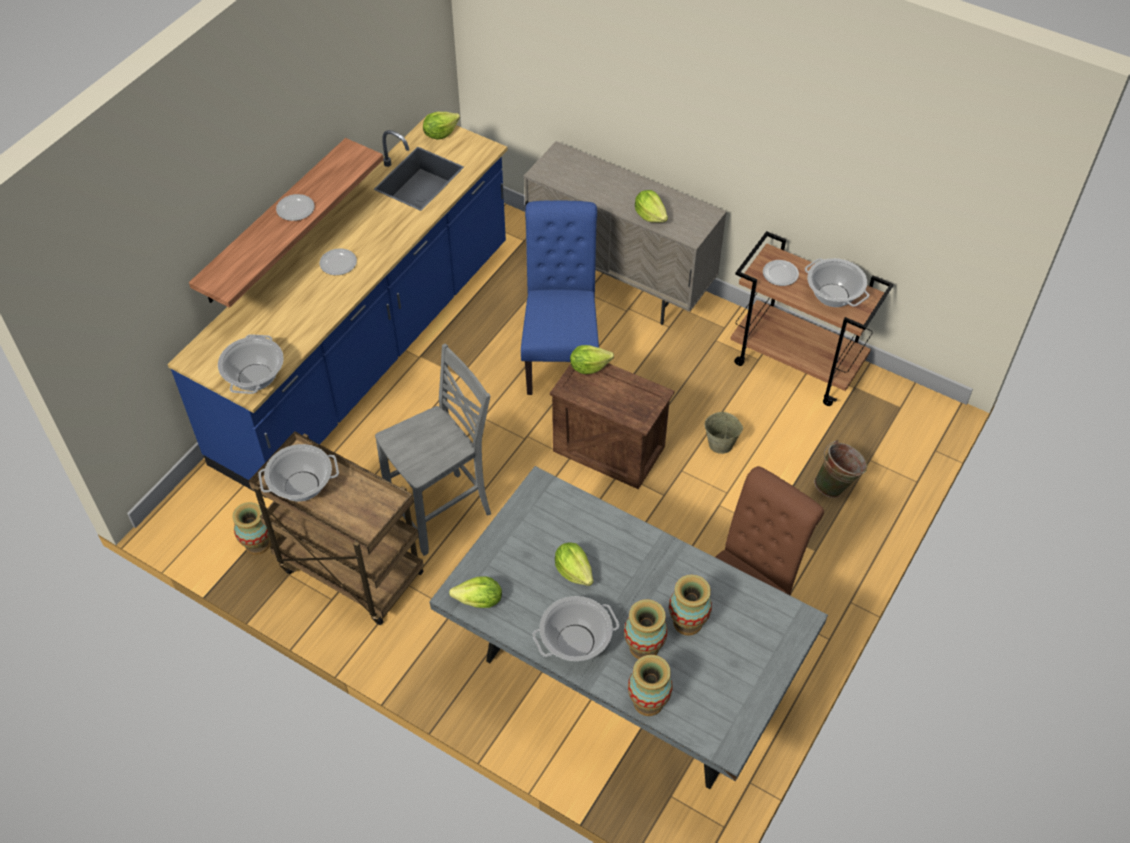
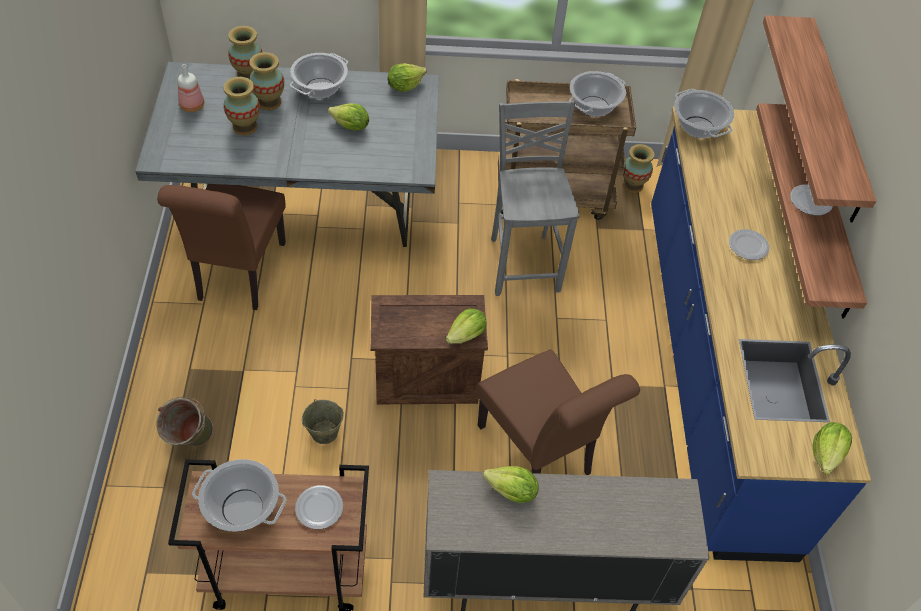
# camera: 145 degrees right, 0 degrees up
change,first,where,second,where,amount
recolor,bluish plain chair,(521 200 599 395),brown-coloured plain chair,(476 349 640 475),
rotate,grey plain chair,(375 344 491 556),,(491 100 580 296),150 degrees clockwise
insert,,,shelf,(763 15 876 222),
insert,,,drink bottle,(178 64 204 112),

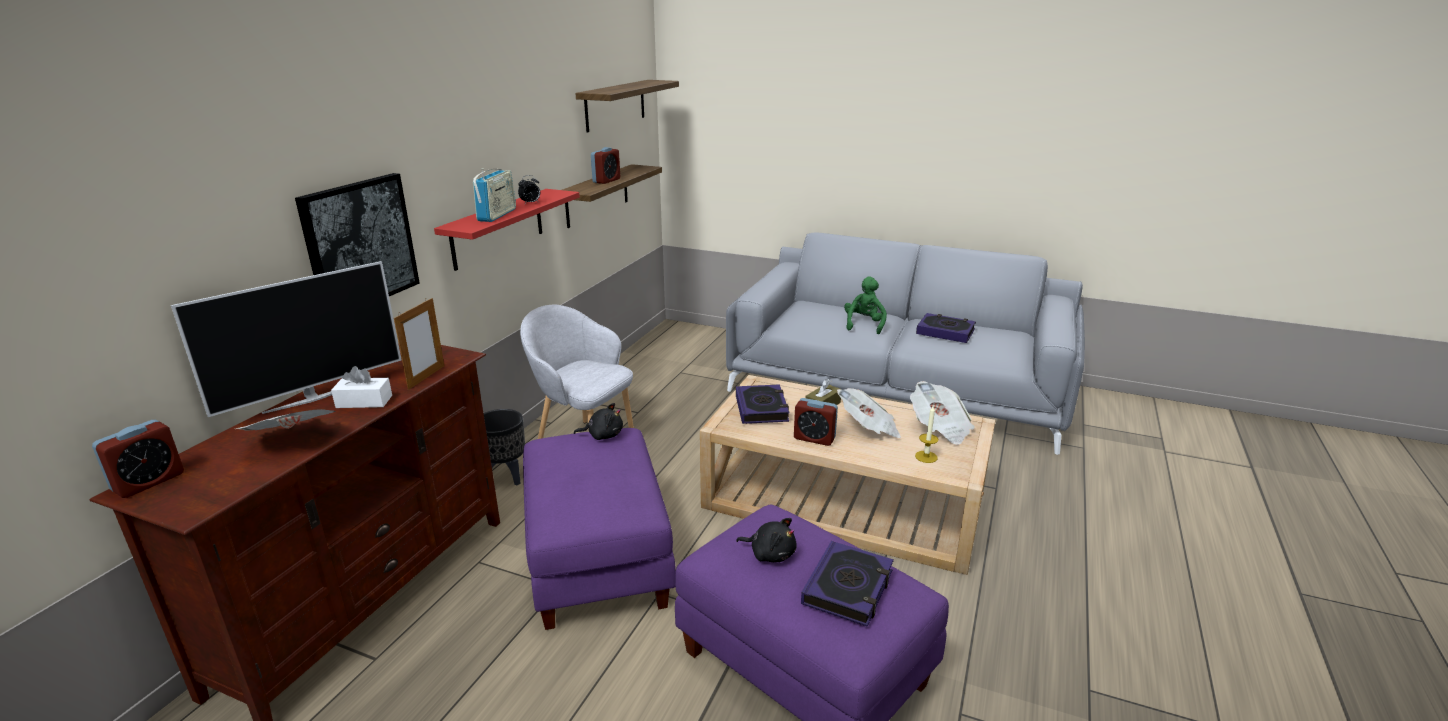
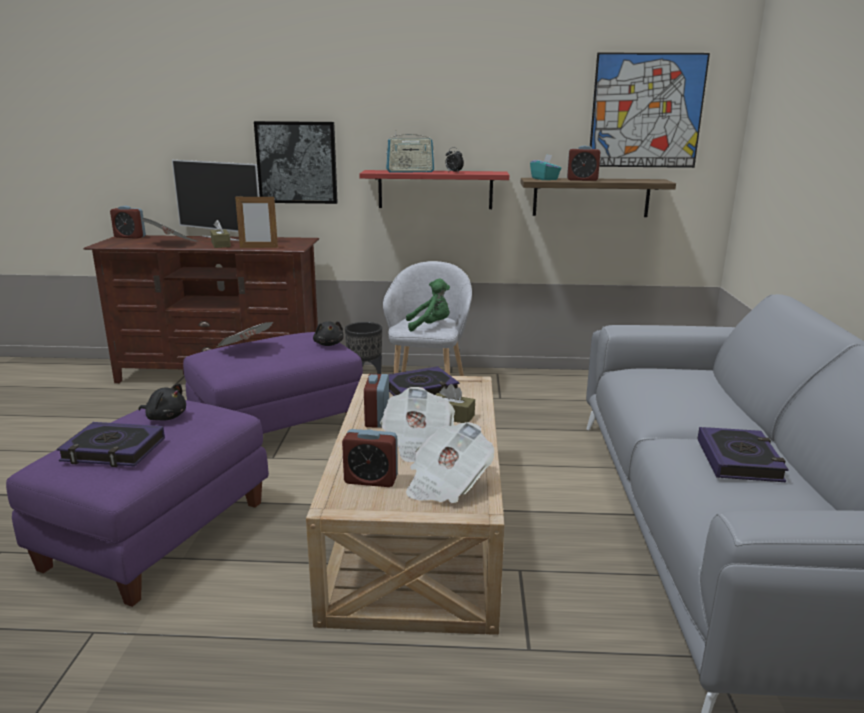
# camera: 70 degrees right, 5 degrees down
change,first,where,second,where,amount
replace,shelf,(575 80 679 133),wall picture,(590 53 710 168),
move,greenish cuddly toy,(844 276 887 334),,(406 279 450 332),
recolor,white tissue holder,(331 366 392 408),brown-coloured tissue holder,(210 220 231 248),
replace,wax light,(915 406 938 463),alarm clock,(342 429 398 487),
rotate,black-coloured cuddly toy,(736 518 797 562),,(139 384 186 421),75 degrees counterclockwise
insert,,,blue-green tissue holder,(530 154 561 180),
insert,,,daily paper,(217 322 274 347),

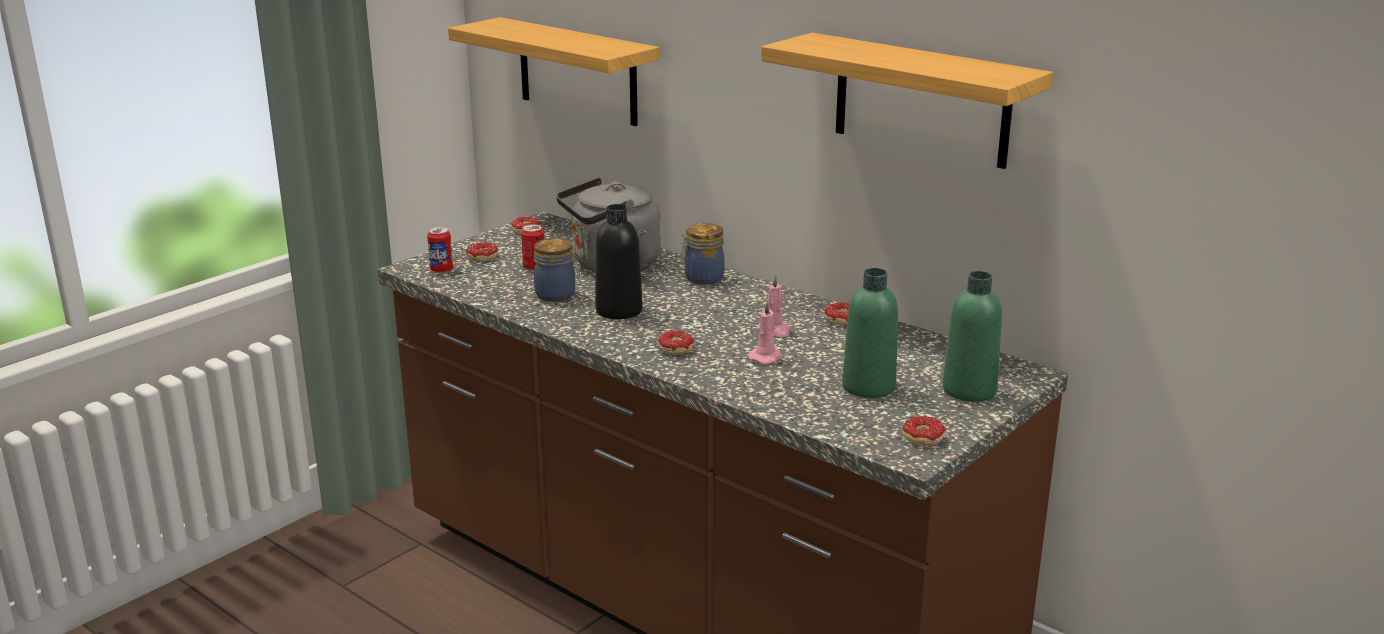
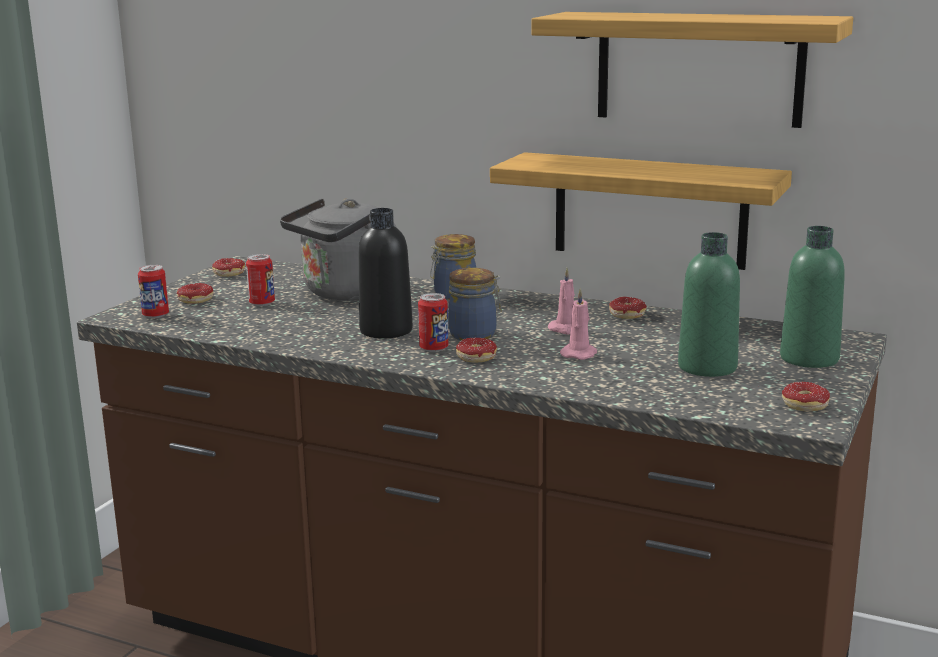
# camera: 15 degrees left, 5 degrees down
change,first,where,second,where,amount
move,shelf,(448 17 660 126),,(490 152 792 270),
move,preserve jar,(534 238 580 302),,(448 268 502 340),
insert,,,metal can,(418 293 448 352),

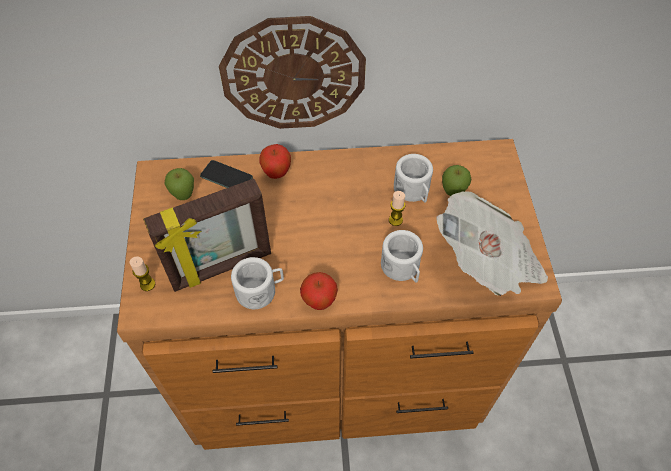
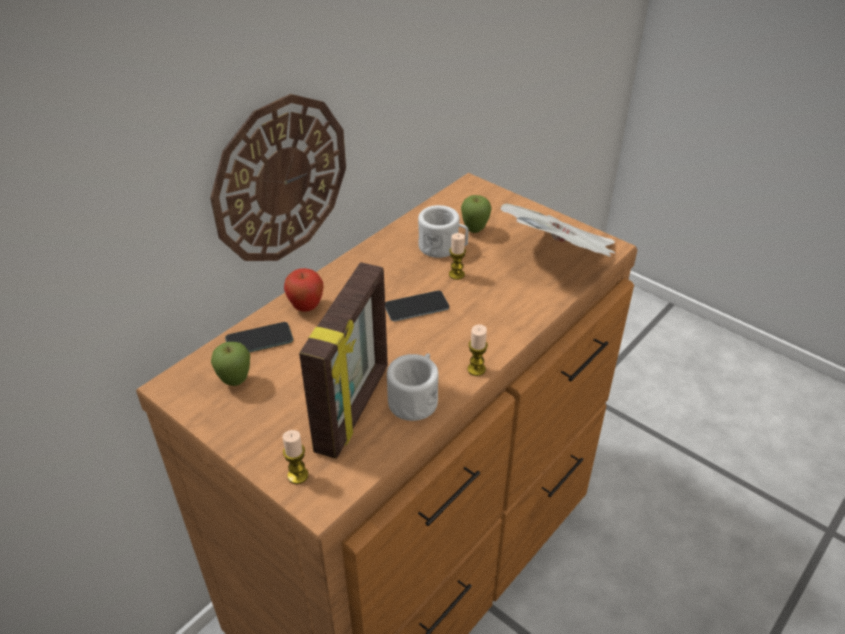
# camera: 45 degrees left, 15 degrees down
change,first,where,second,where,amount
delete,white mug,(381 230 423 282),,,
replace,whole apple,(300 272 338 310),wax light,(468 324 488 376),
insert,,,phone,(385 291 449 322),

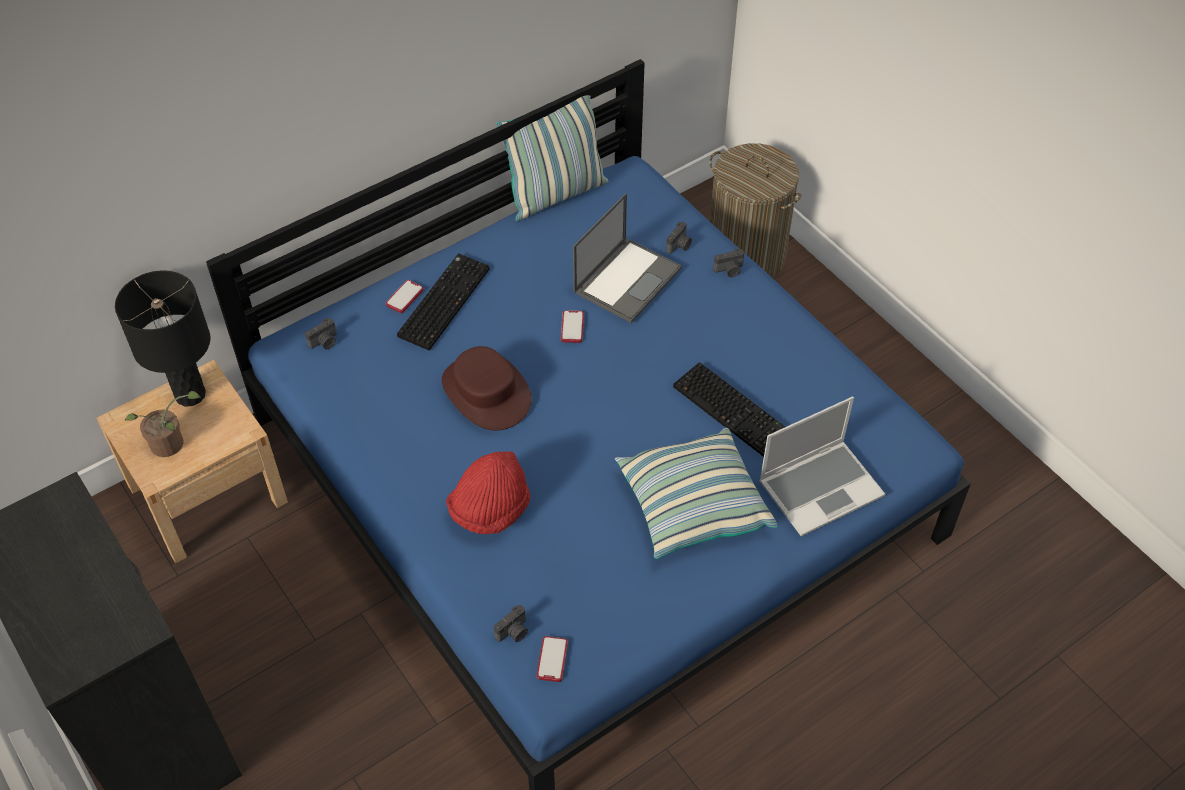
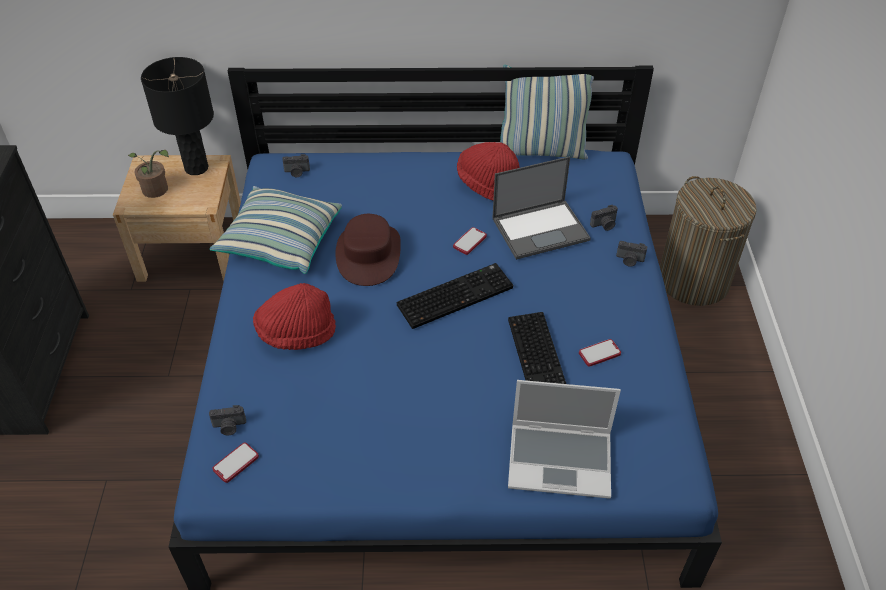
# camera: 35 degrees right, 5 degrees down
change,first,where,second,where,amount
move,computer keyboard,(397 253 490 350),,(397 263 513 329),
move,phone,(386 280 424 313),,(579 339 621 367),
move,throw pillow,(615 428 778 559),,(210 186 342 274),
insert,,,reddish hat,(457 142 520 200),

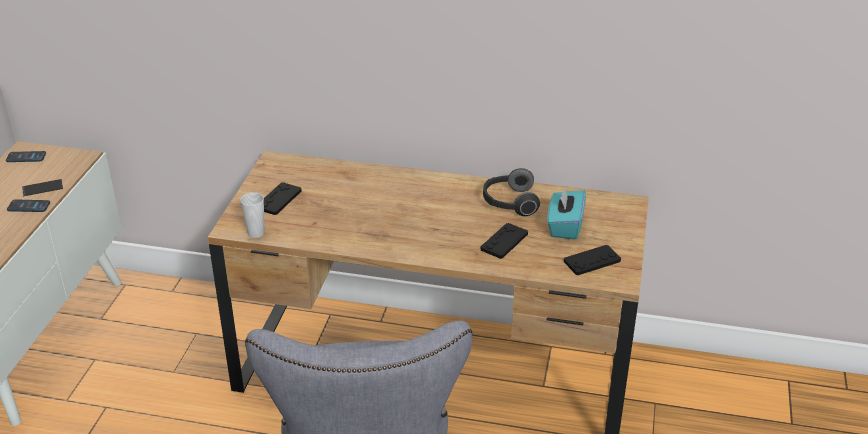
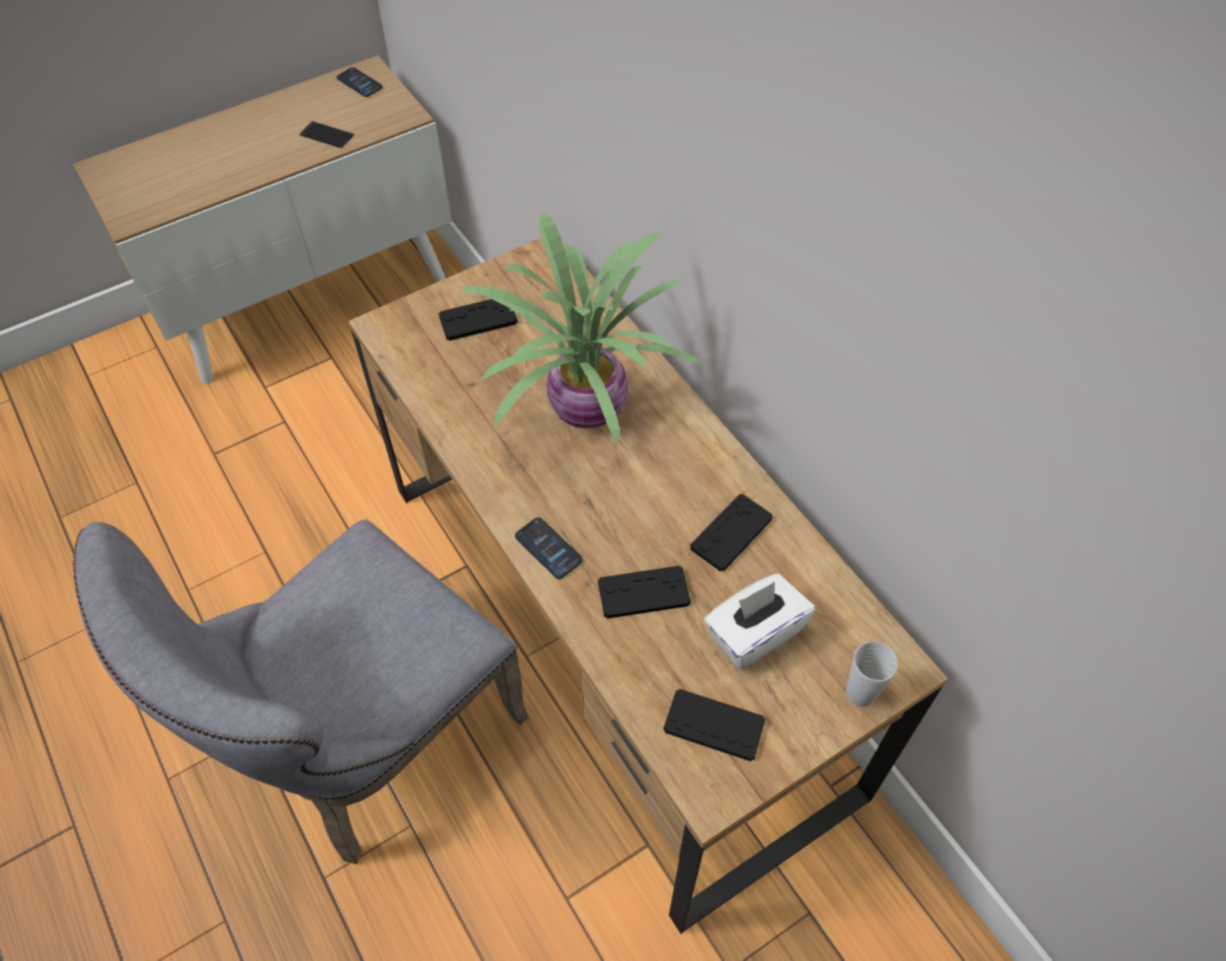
# camera: 45 degrees right, 20 degrees up
change,first,where,second,where,amount
replace,pair of headphones,(483 168 540 216),black-coloured joypad,(690 494 773 572),
recolor,blue-green tissue holder,(547 185 586 240),white tissue holder,(704 573 815 670),
move,cup,(240 192 264 238),,(846 641 899 707),
move,phone,(7 199 50 212),,(515 517 582 579),
insert,,,potted plant,(461 212 705 443),

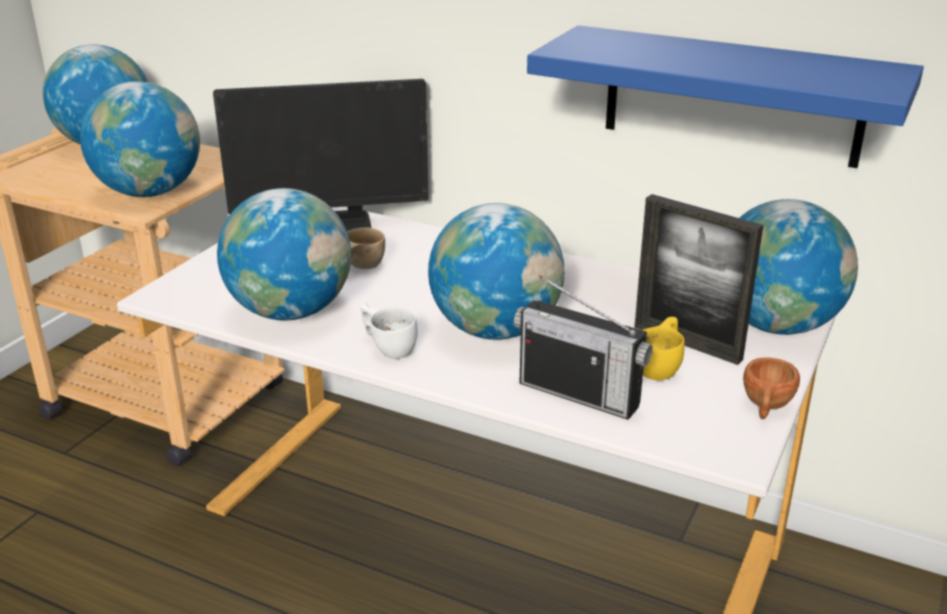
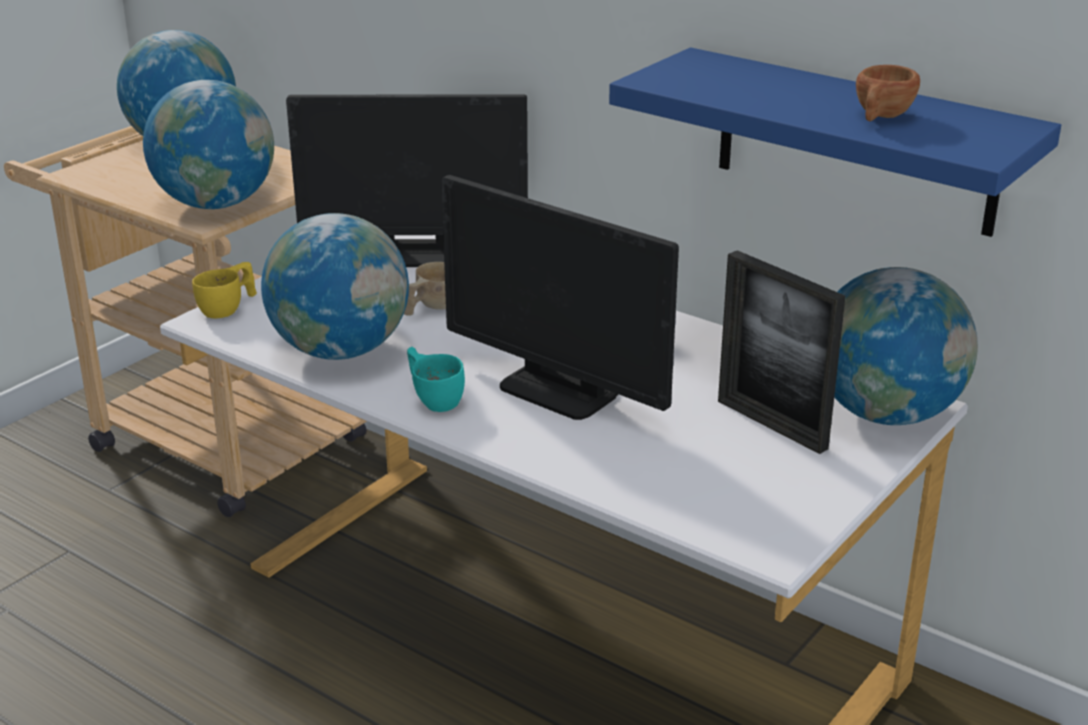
# camera: 10 degrees right, 0 degrees up
change,first,where,second,where,amount
replace,world globe,(428 203 565 340),computer screen,(441 175 679 420),
delete,radio,(514 275 653 420),,,
recolor,white cup,(361 303 418 359),blue-green cup,(407 347 465 412),
move,yellowish cup,(643 317 685 380),,(192 262 257 318),
move,brown-coloured cup,(743 358 800 419),,(856 65 920 122),

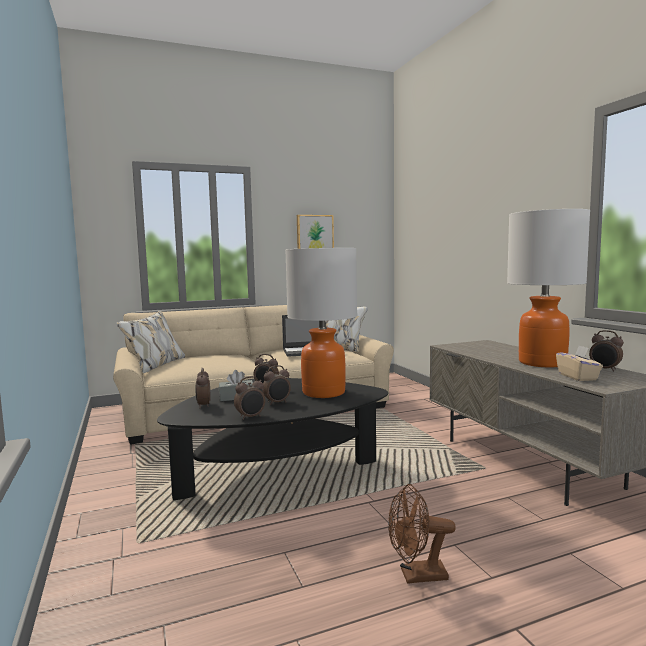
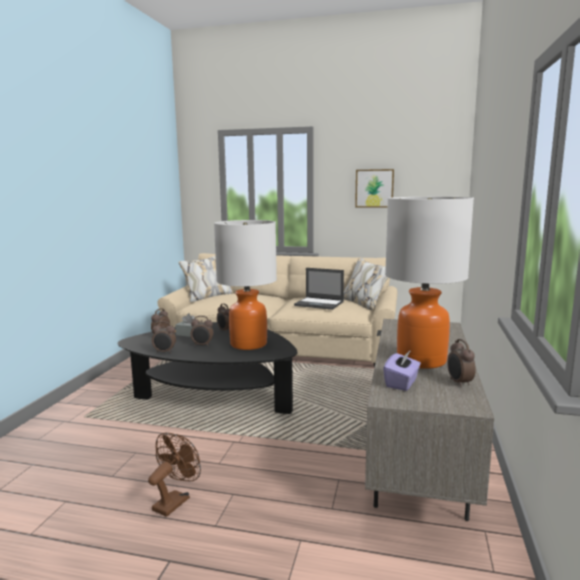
# camera: 35 degrees right, 5 degrees up
change,first,where,second,where,amount
recolor,sand-coloured tissue holder,(556 345 603 381),purple tissue holder,(383 350 421 391),
rotate,brown-coloured cooling fan,(388 484 456 584),,(148 433 201 517),90 degrees clockwise

